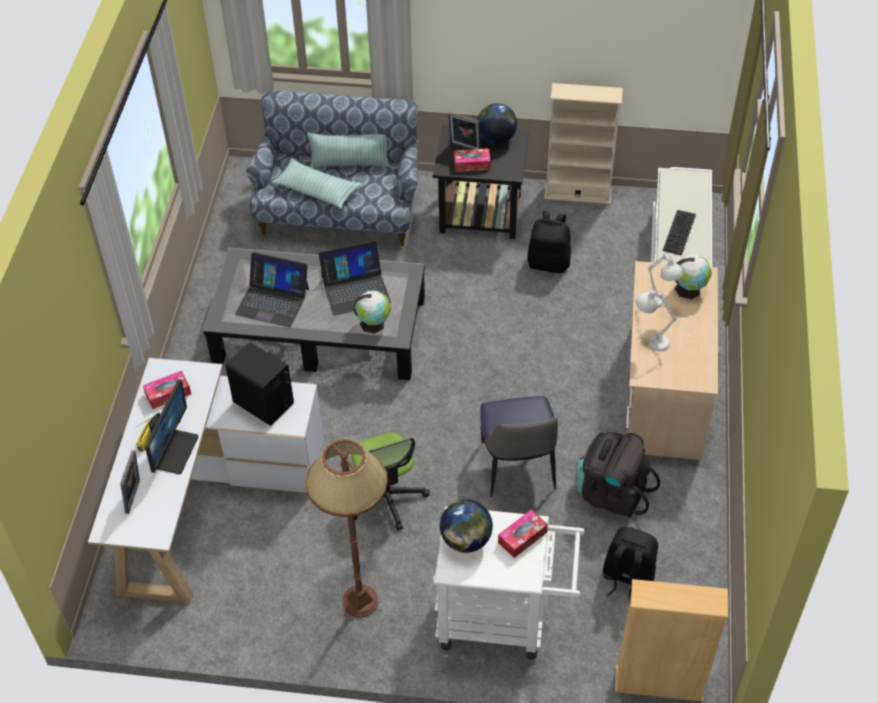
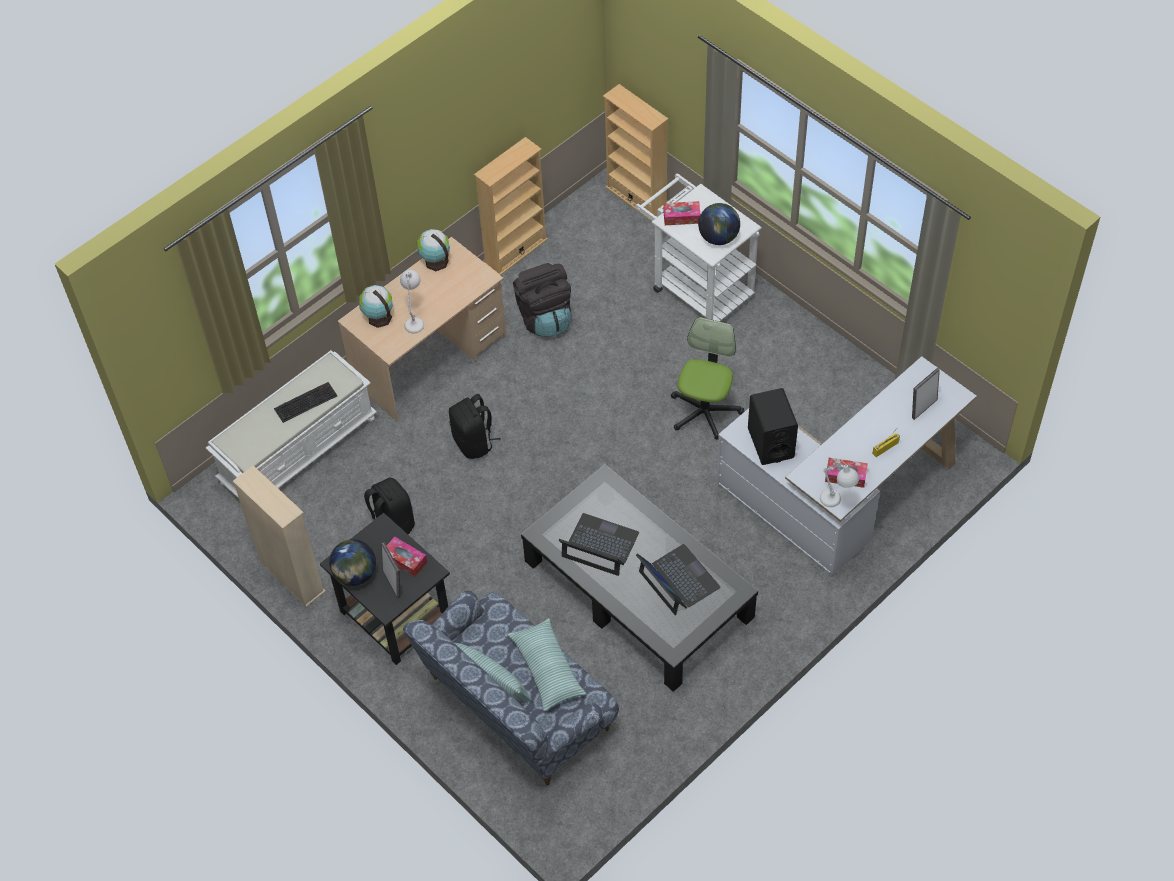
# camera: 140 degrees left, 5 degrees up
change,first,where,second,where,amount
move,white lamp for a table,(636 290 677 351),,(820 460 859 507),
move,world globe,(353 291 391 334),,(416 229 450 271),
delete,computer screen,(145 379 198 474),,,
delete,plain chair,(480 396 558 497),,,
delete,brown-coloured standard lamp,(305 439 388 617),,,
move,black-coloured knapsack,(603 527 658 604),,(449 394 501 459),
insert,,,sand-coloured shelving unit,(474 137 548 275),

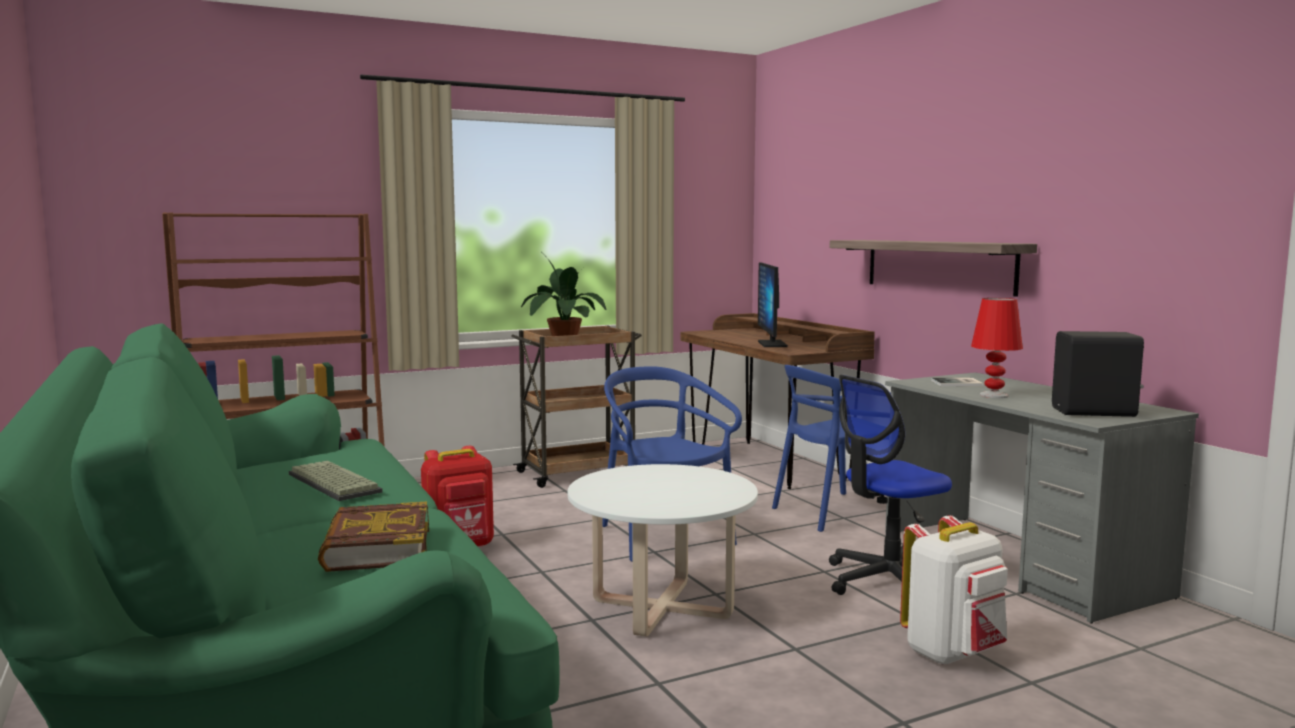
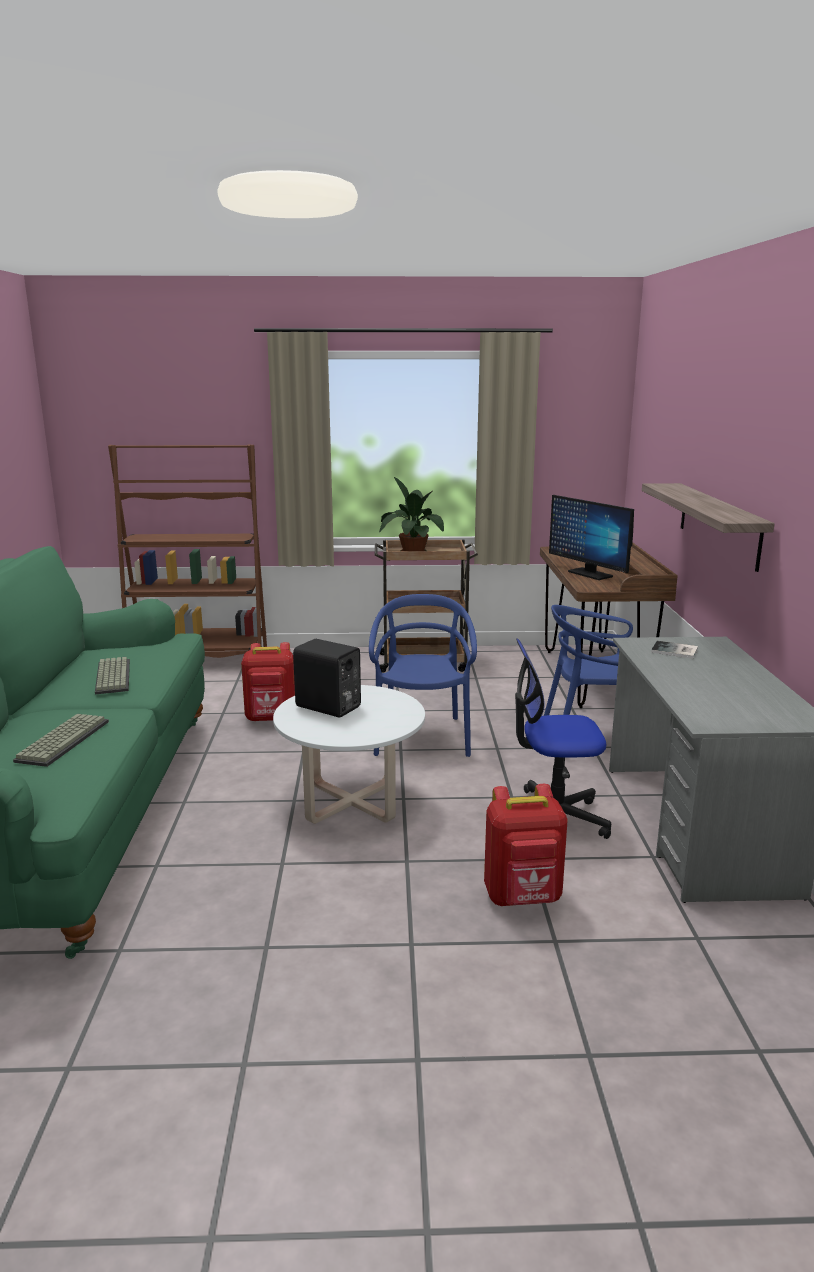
# camera: 25 degrees right, 10 degrees up
change,first,where,second,where,amount
rotate,computer screen,(758 263 788 347),,(549 495 634 580),60 degrees counterclockwise
delete,reddish lamp for a table,(971 298 1023 398),,,
move,black-coloured speaker,(1052 331 1144 417),,(293 639 361 718),
replace,book,(318 502 429 572),computer keyboard,(13 714 109 767),
recolor,white knapsack,(900 515 1008 665),reddish knapsack,(484 784 568 906),

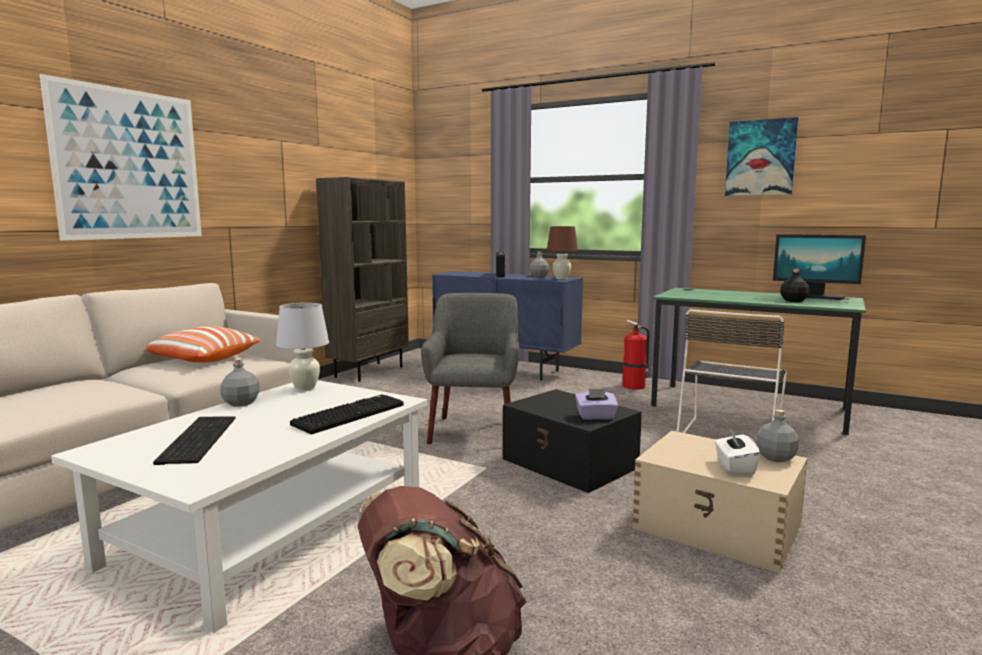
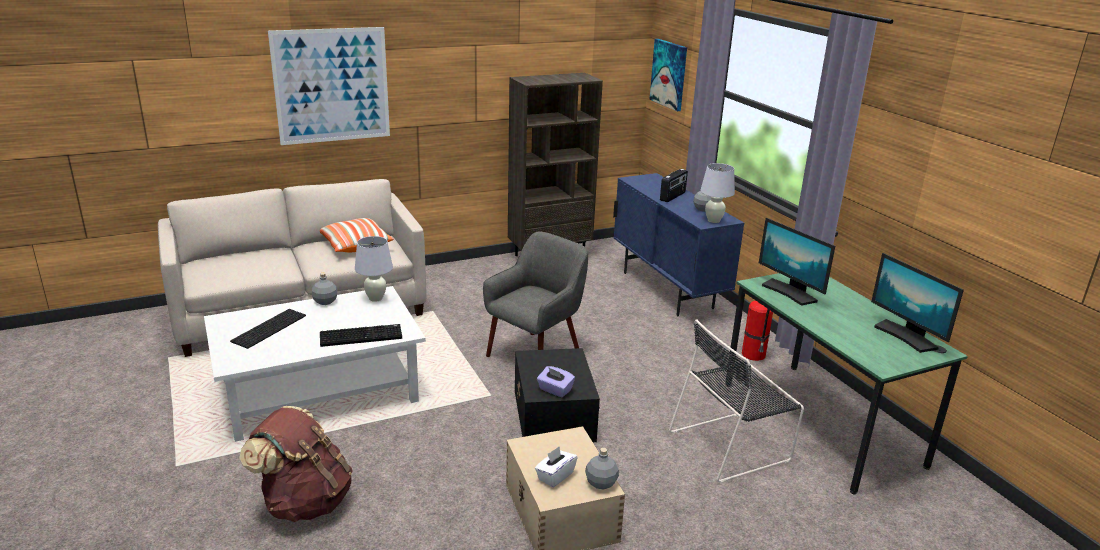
# camera: 35 degrees right, 15 degrees up
change,first,where,second,where,amount
move,wall picture,(725 117 798 196),,(649 39 687 111),
recolor,brown-coloured lamp for a table,(547 226 578 279),white lamp for a table,(700 163 735 223),
delete,black-coloured drink bottle,(780 269 809 302),,,
insert,,,computer screen,(759 218 835 306),

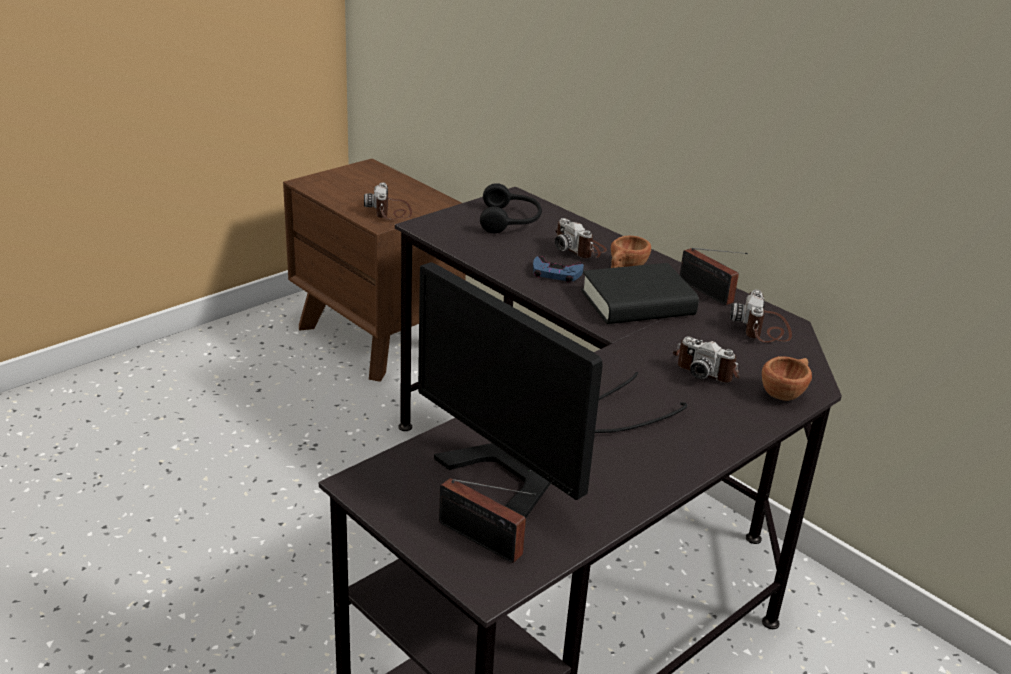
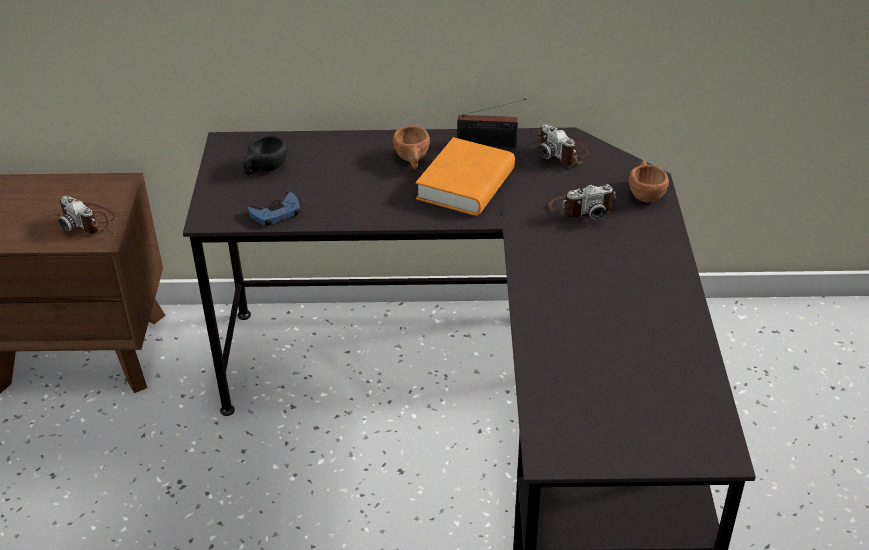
# camera: 45 degrees left, 10 degrees up
change,first,where,second,where,amount
replace,black-coloured pair of headphones,(480 183 542 233),black-coloured cup,(242 136 288 175),
delete,photo camera,(555 218 607 258),,,
move,bluish joypad,(533 256 584 282),,(248 192 300 226),
delete,computer screen,(418 262 687 518),,,
recolor,black-coloured book,(581 263 699 324),orangey book,(416 137 515 216),
delete,radio,(439 478 536 563),,,

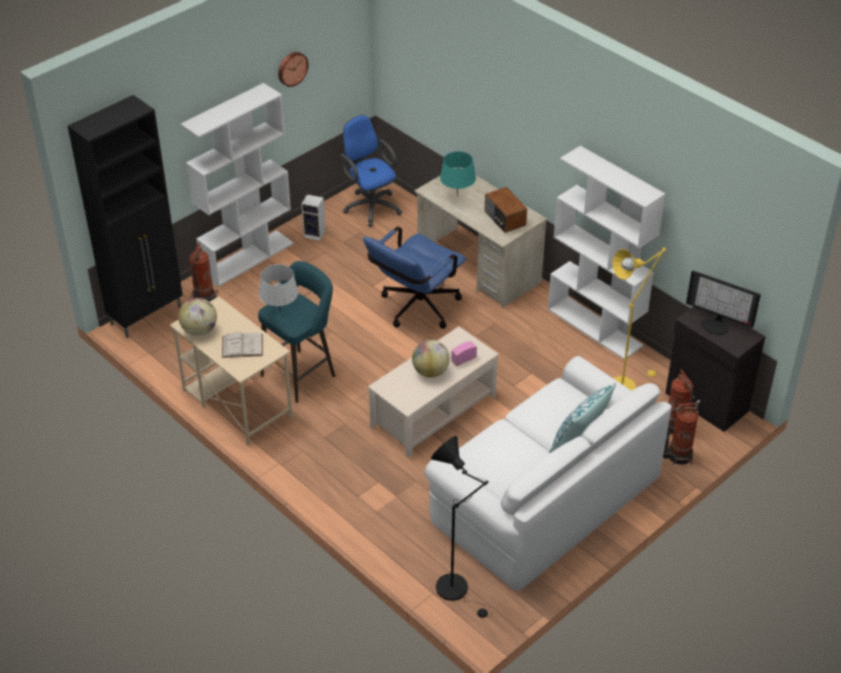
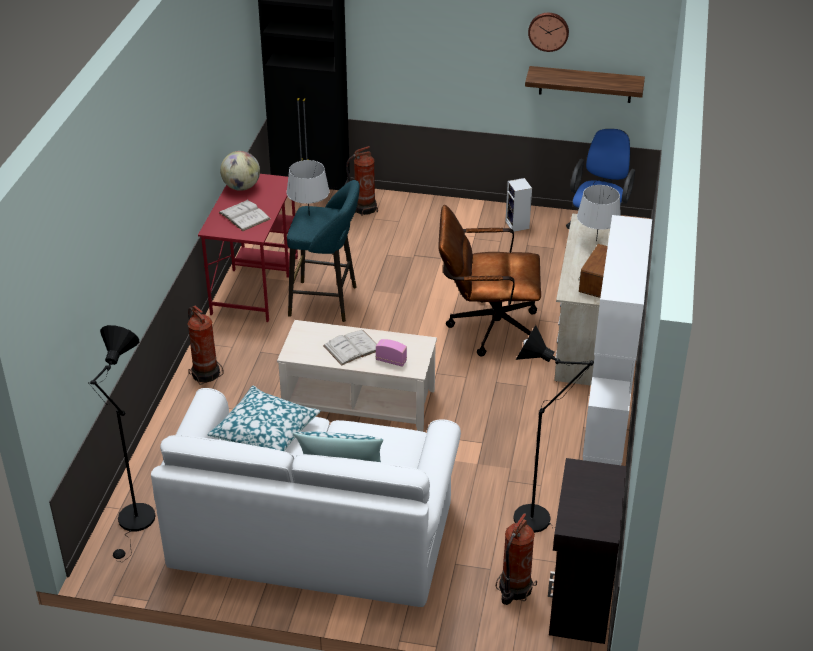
# camera: 55 degrees right, 5 degrees down
change,first,where,second,where,amount
delete,white shelving unit,(181 83 294 287),,,
recolor,blue-green lamp for a table,(440 151 476 197),grey lamp for a table,(577 185 621 241),
recolor,bluish computer chair,(363 227 466 329),brown-coloured computer chair,(438 205 541 356),
recolor,yellowish standard lamp,(613 247 667 391),black-coloured standard lamp,(513 325 594 533),
delete,computer screen,(686 270 761 335),,,
recolor,sand-coloured desk unit,(170 297 293 446),reddish desk unit,(198 174 298 322),
replace,world globe,(412 340 450 378),white book,(323 330 377 366),
move,fire extinguisher,(663 403 699 465),,(187 306 224 385),
insert,,,shelf,(525 66 645 103),
insert,,,throw pillow,(207 385 321 451),

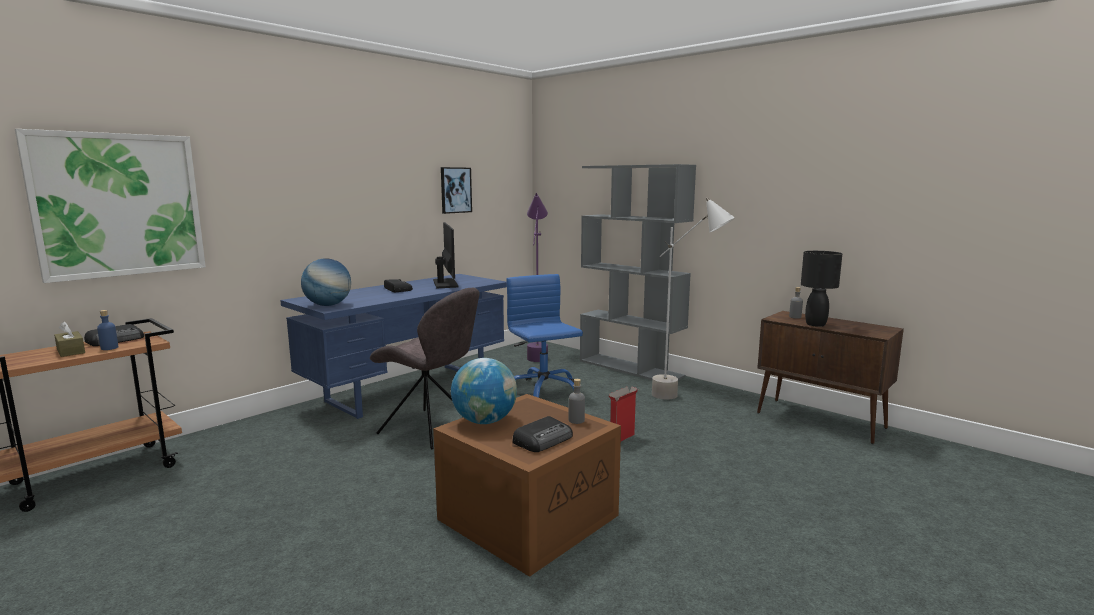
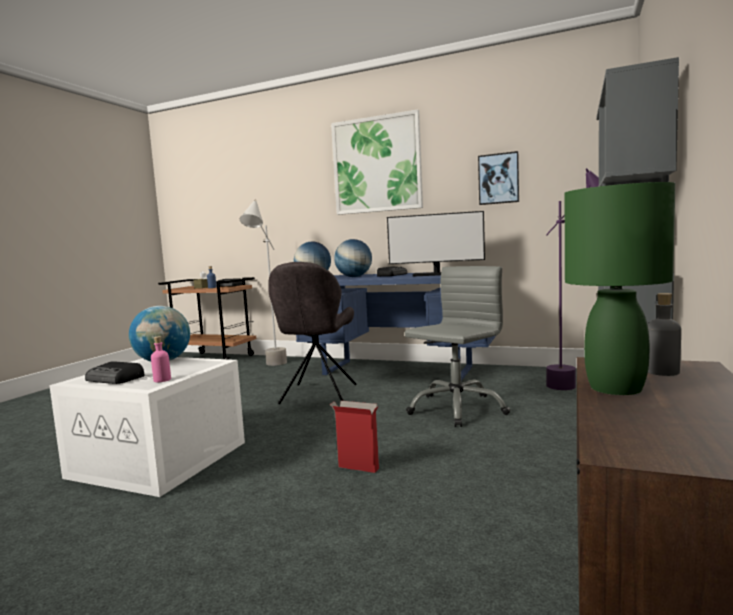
# camera: 70 degrees right, 5 degrees down
change,first,where,second,where,amount
move,wall picture,(15 129 206 283),,(331 109 423 215),
move,grey standard lamp,(652 197 735 400),,(240 199 287 366),
rotate,computer screen,(433 222 458 288),,(387 211 485 277),45 degrees clockwise
recolor,black-coloured lamp for a table,(801 251 842 327),greenish lamp for a table,(565 182 675 395),
recolor,bluish computer chair,(506 274 583 398),grey computer chair,(405 266 510 427),
recolor,grey drink bottle,(568 379 585 424),pink-coloured drink bottle,(151 336 171 382),
recolor,brown-coloured storage bin,(433 394 621 577),white storage bin,(49 357 245 497),
insert,,,world globe,(334 239 372 277),

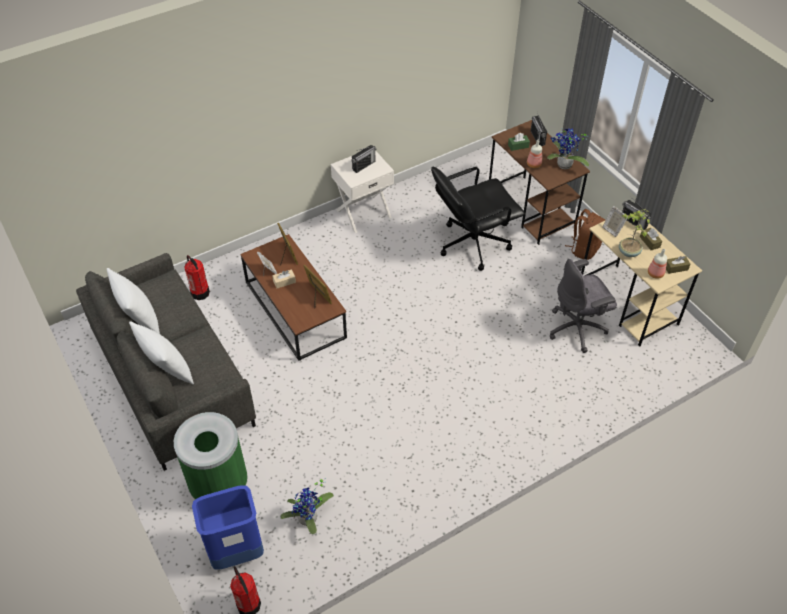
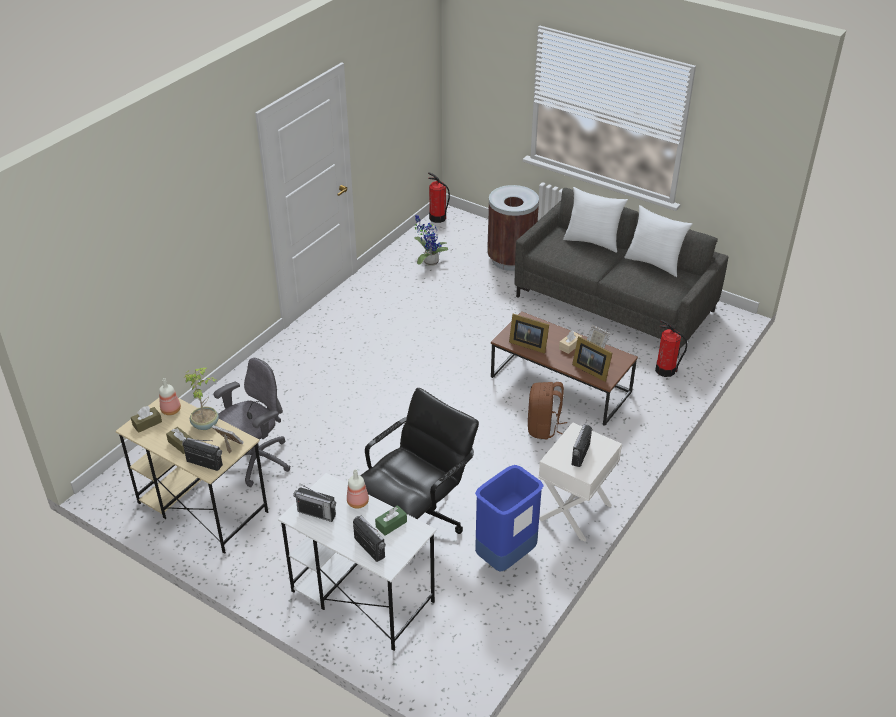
# camera: 155 degrees right, 10 degrees down
change,first,where,second,where,amount
recolor,brown-coloured desk unit,(489 120 590 245),white desk unit,(278 473 437 651),
replace,potted plant,(547 128 589 169),radio,(293 485 336 522),
move,brown-coloured knapsack,(565 209 605 260),,(528 382 567 440),
recolor,greenish trash can,(174 412 247 500),brown-coloured trash can,(487 185 539 271),
move,bluish trash can,(192 485 264 570),,(475 465 544 572),

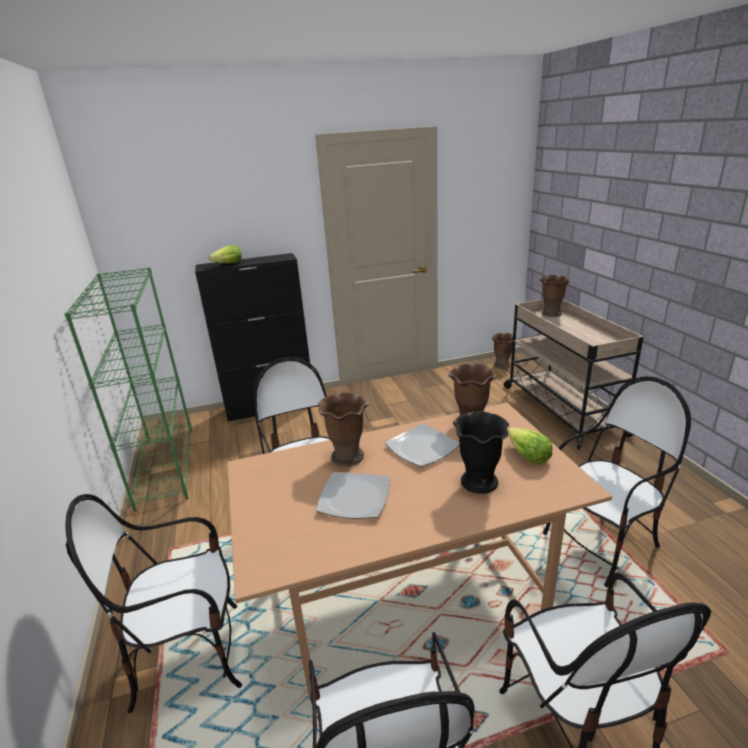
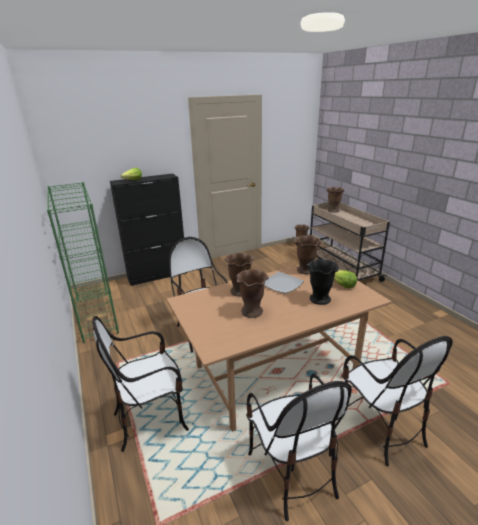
# camera: 10 degrees left, 0 degrees up
change,first,where,second,where,amount
delete,plain chair,(543 376 691 587),,,
replace,flat dish,(316 472 390 519),brown-coloured flower vase,(236 269 269 318),

